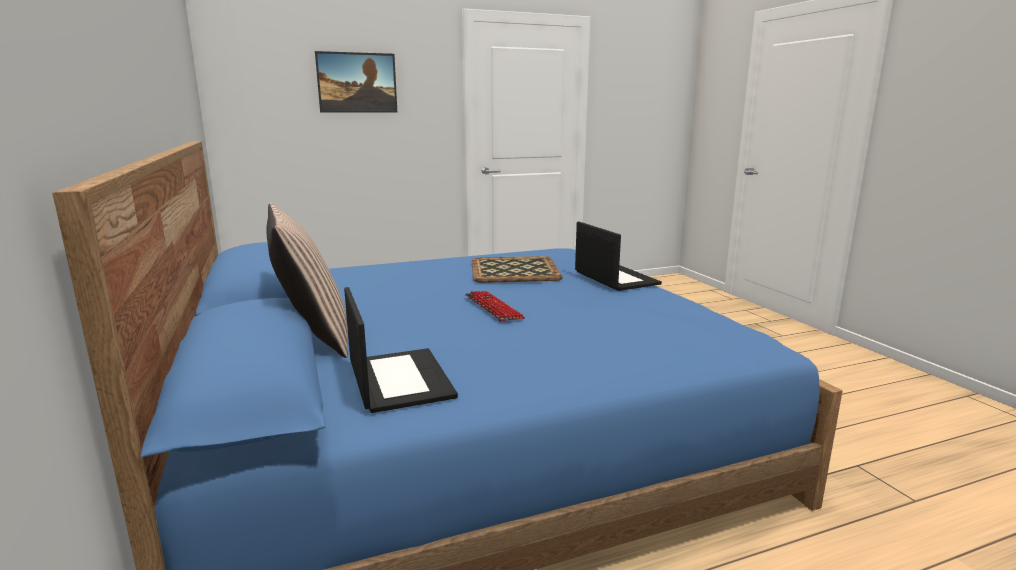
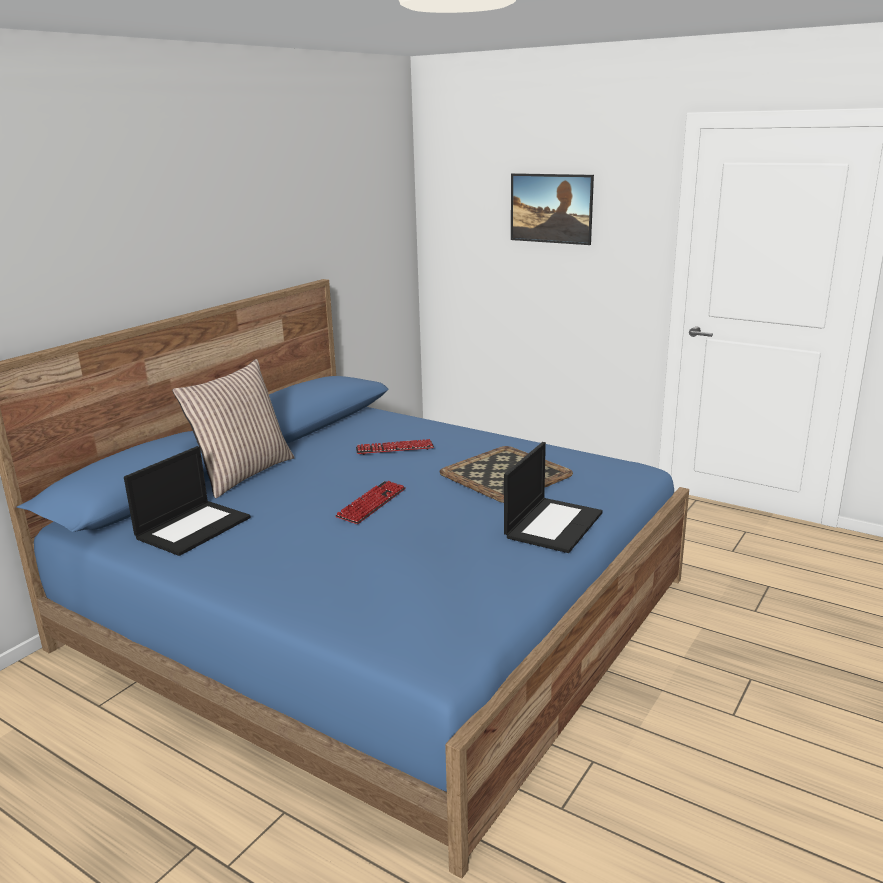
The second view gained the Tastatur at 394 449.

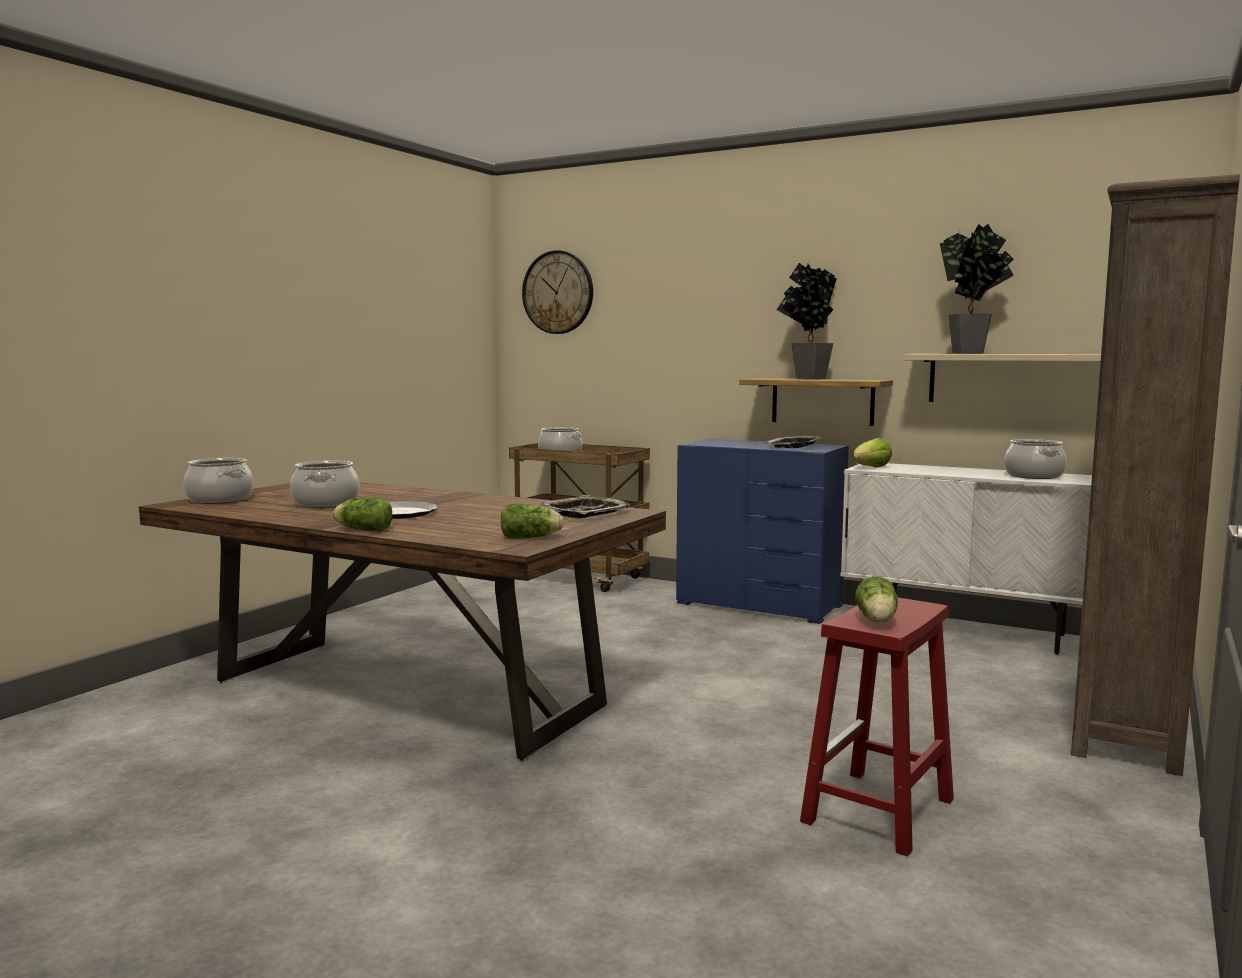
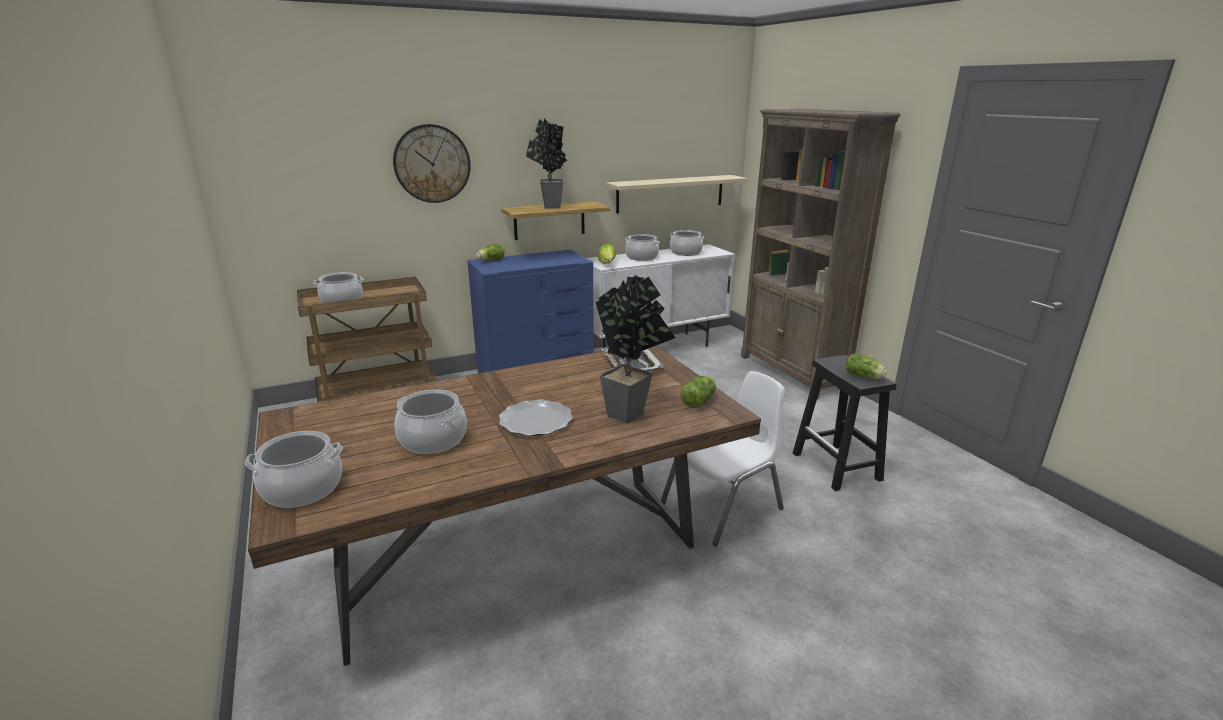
The Wanduhr ended up elsewhere, having gone from 558 292 to 432 164.
The Salatkopf ended up elsewhere, having gone from 362 529 to 490 260.
The Topfpflanze ended up elsewhere, having gone from 973 353 to 631 413.
The second view gained the Kochtopf at 641 257.
The second view gained the Stuhl [weiß] at 723 507.
What was the Hocker [rot] at 878 812 turned into the Hocker [schwarz] at 837 467.
The second view lost the Tablett at 795 446.

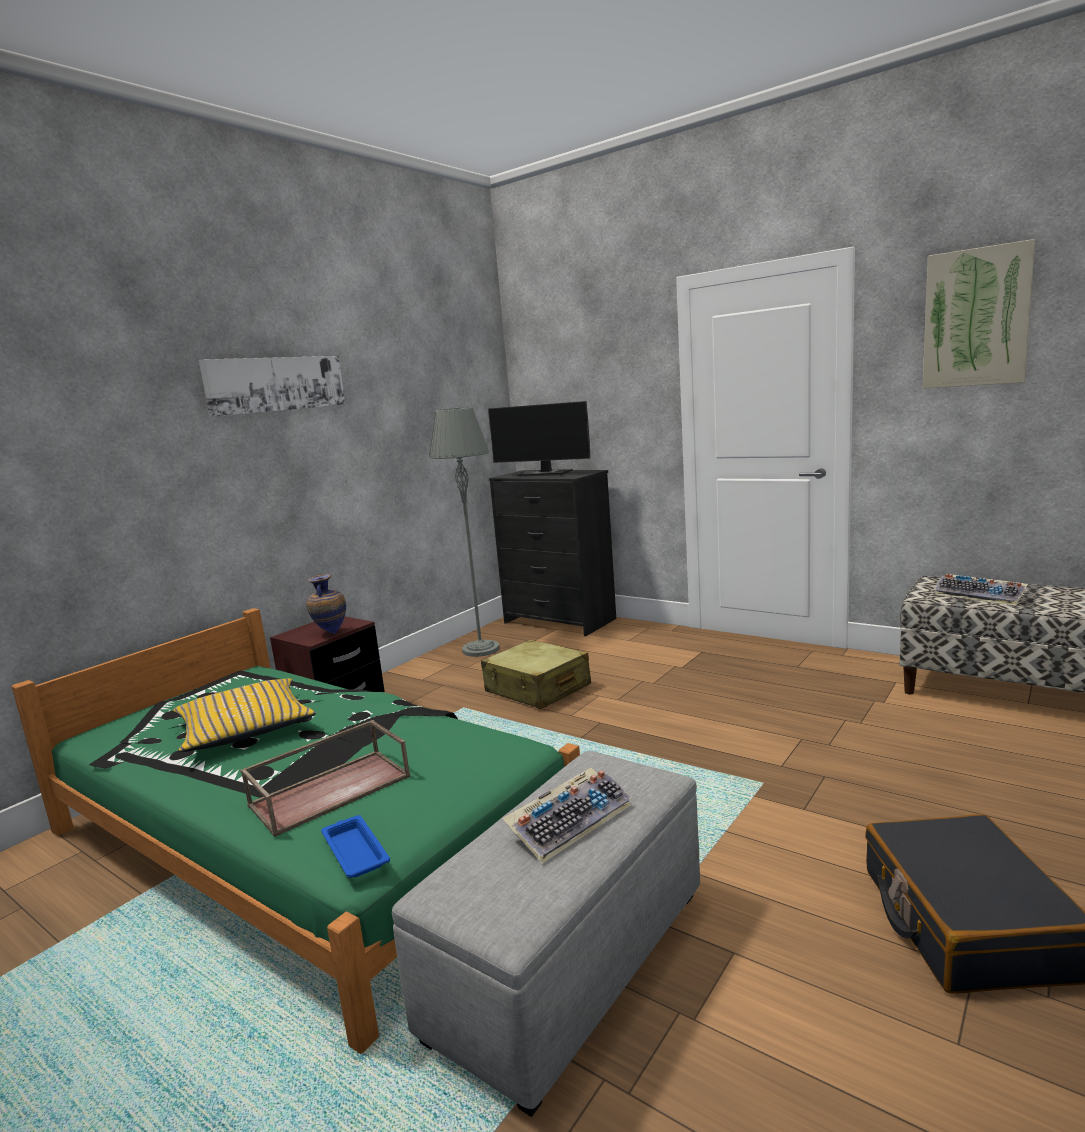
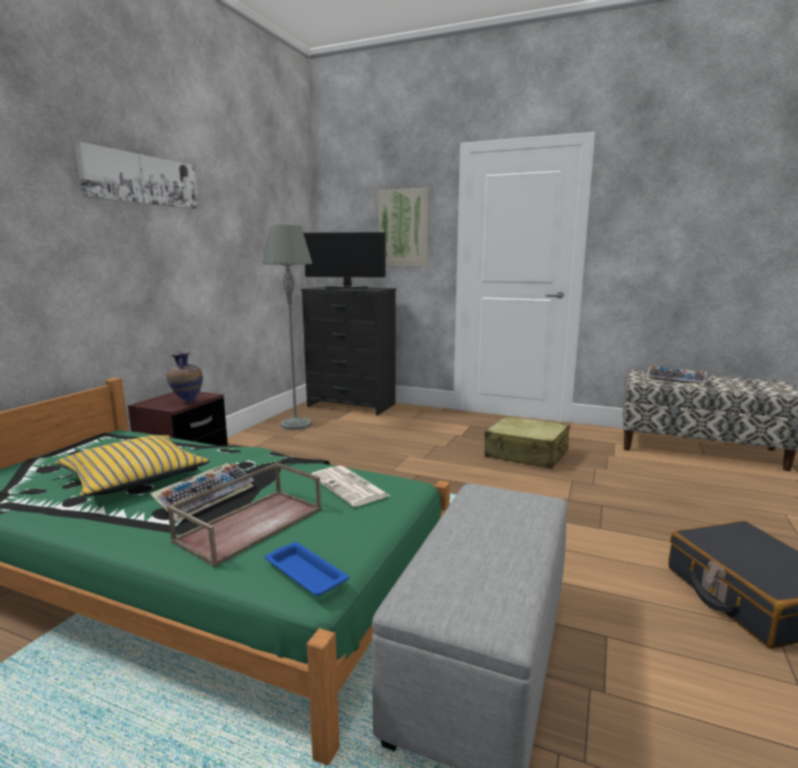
The Tastatur ended up elsewhere, having gone from 570 821 to 206 497.
The second view gained the Zeitung at 350 487.
The Bild ended up elsewhere, having gone from 976 318 to 403 228.
The Koffer [beige] ended up elsewhere, having gone from 537 689 to 526 454.

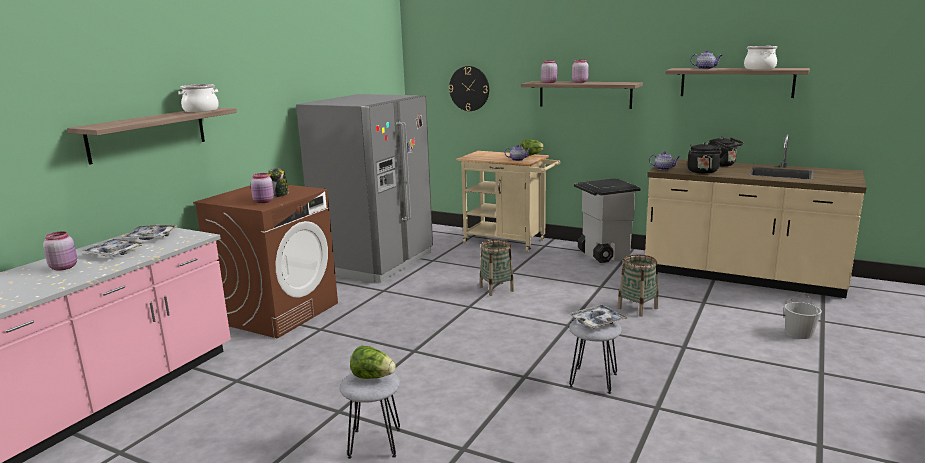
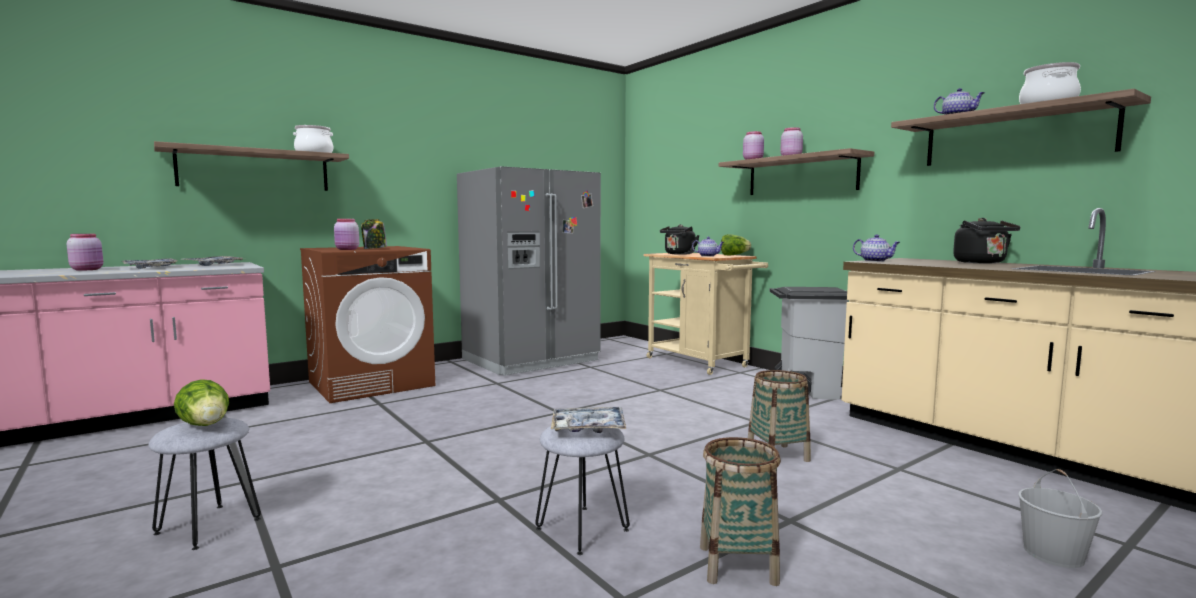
The Wasserkessel [schwarz] ended up elsewhere, having gone from 703 172 to 679 254.
The Korb ended up elsewhere, having gone from 496 289 to 738 565.
The second view lost the Wanduhr at 469 88.

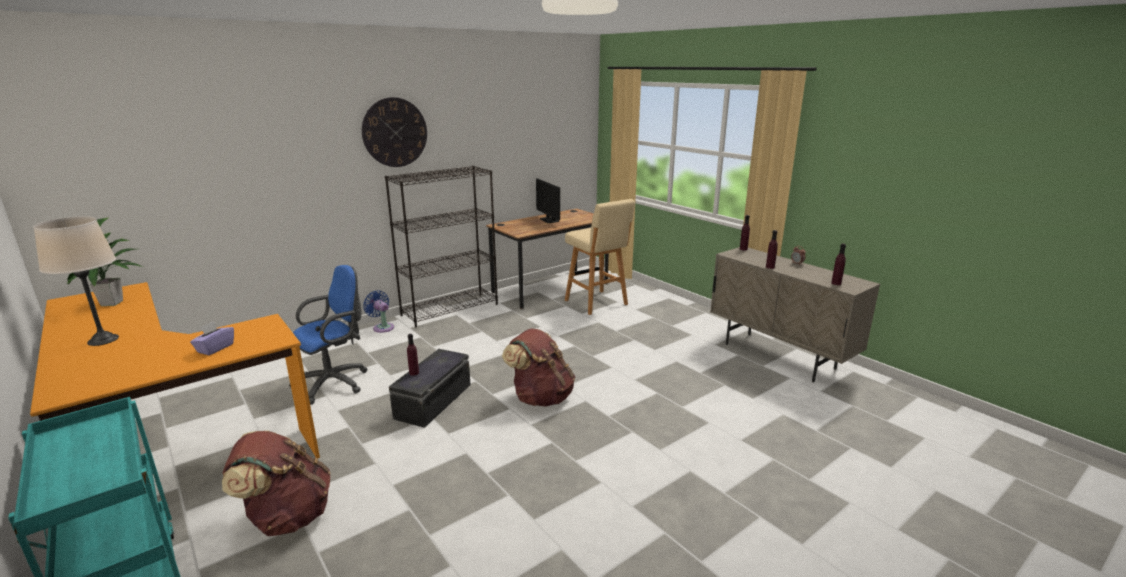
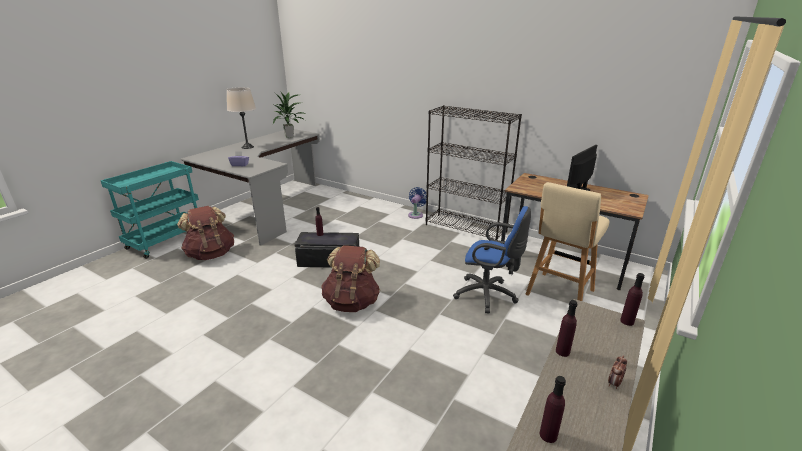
What was the Schreibtisch [orange] at 167 445 turned into the Schreibtisch [grau] at 265 208.
The Bürostuhl [blau] ended up elsewhere, having gone from 335 382 to 488 295.
The second view lost the Wanduhr at 395 132.

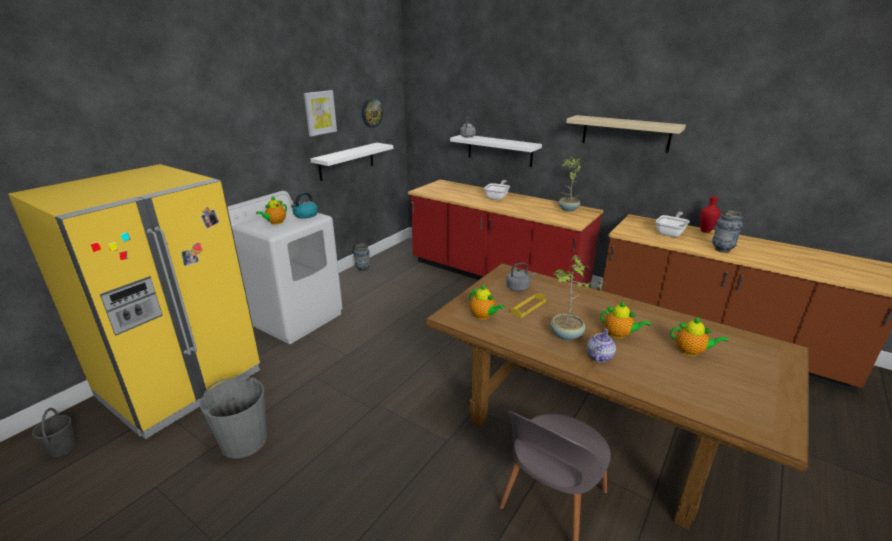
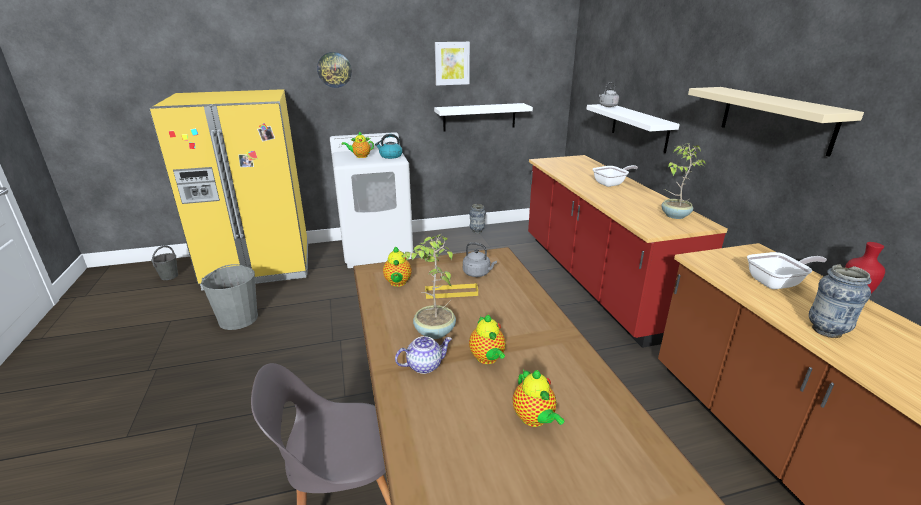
The Wanduhr ended up elsewhere, having gone from 371 112 to 334 69.

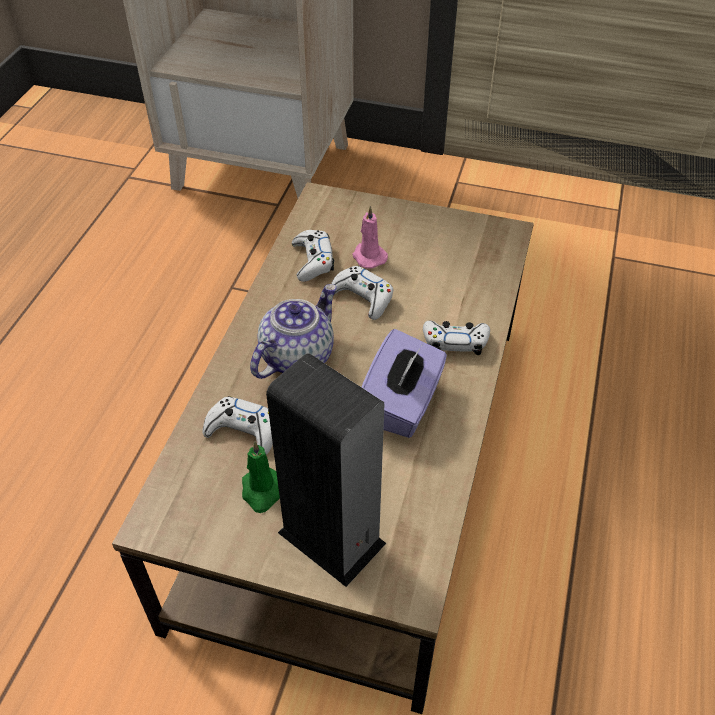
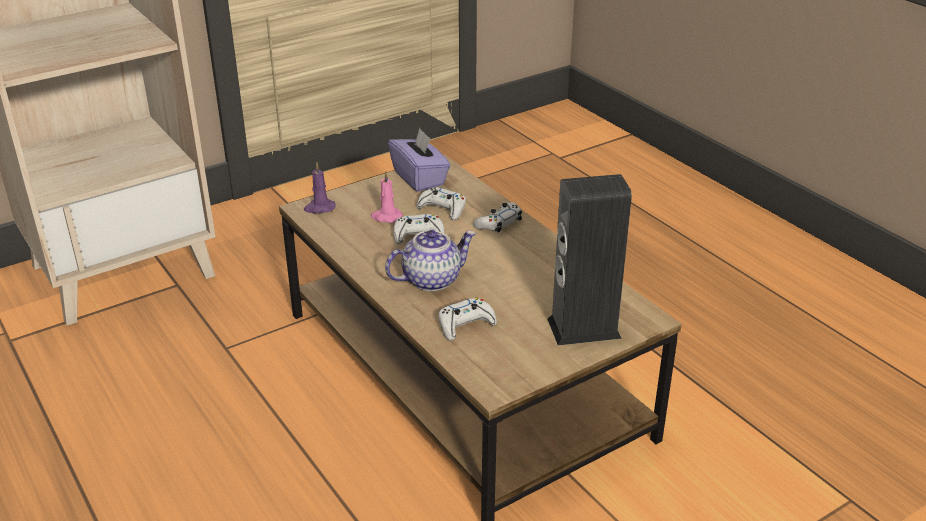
The second view gained the Kerze [lila] at 319 208.
The Teekanne at 296 356 ended up facing another way, 75 degrees clockwise from before.
The Taschentuchbox [lila] ended up elsewhere, having gone from 402 404 to 420 178.
The Gamepad [weiß] ended up elsewhere, having gone from 313 261 to 442 209.
The second view lost the Kerze [grün] at 262 491.

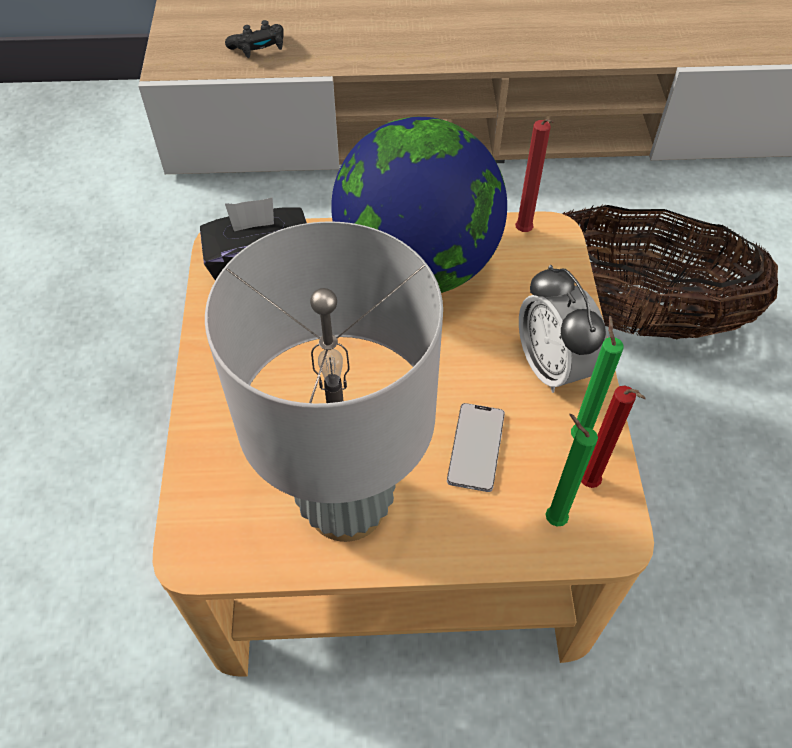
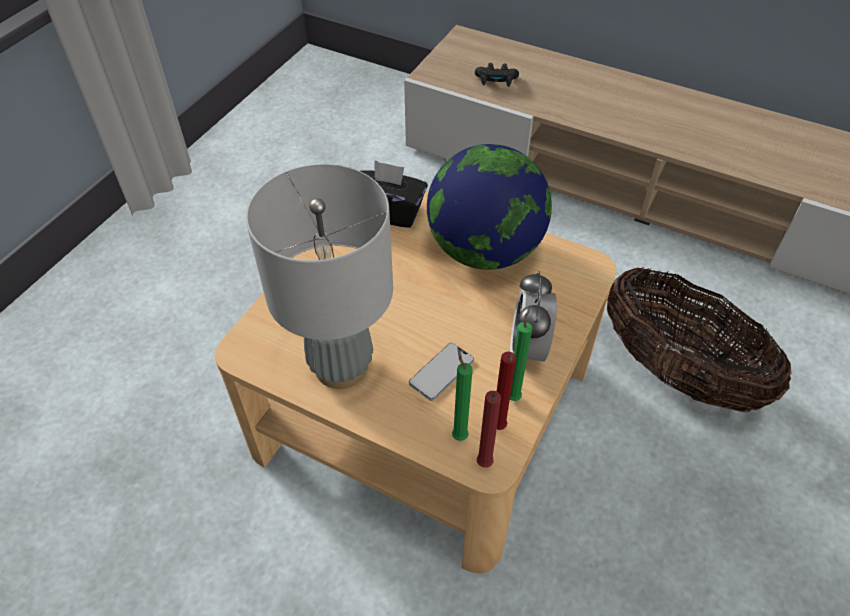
The Kerze [rot] ended up elsewhere, having gone from 524 233 to 484 466.

